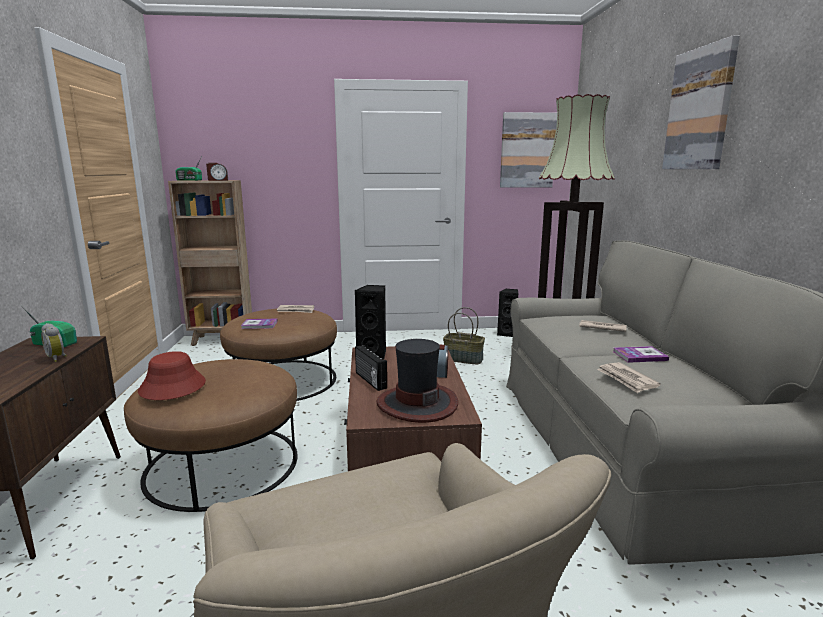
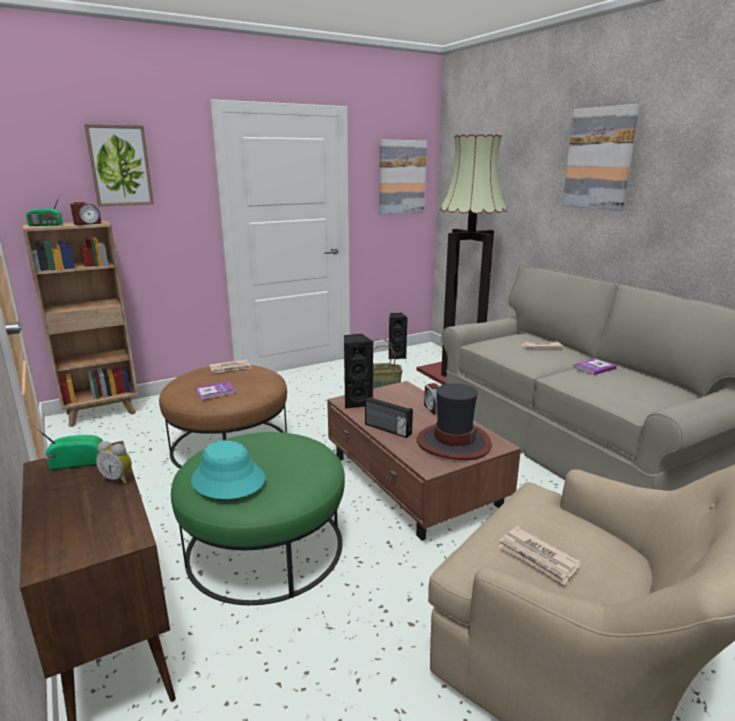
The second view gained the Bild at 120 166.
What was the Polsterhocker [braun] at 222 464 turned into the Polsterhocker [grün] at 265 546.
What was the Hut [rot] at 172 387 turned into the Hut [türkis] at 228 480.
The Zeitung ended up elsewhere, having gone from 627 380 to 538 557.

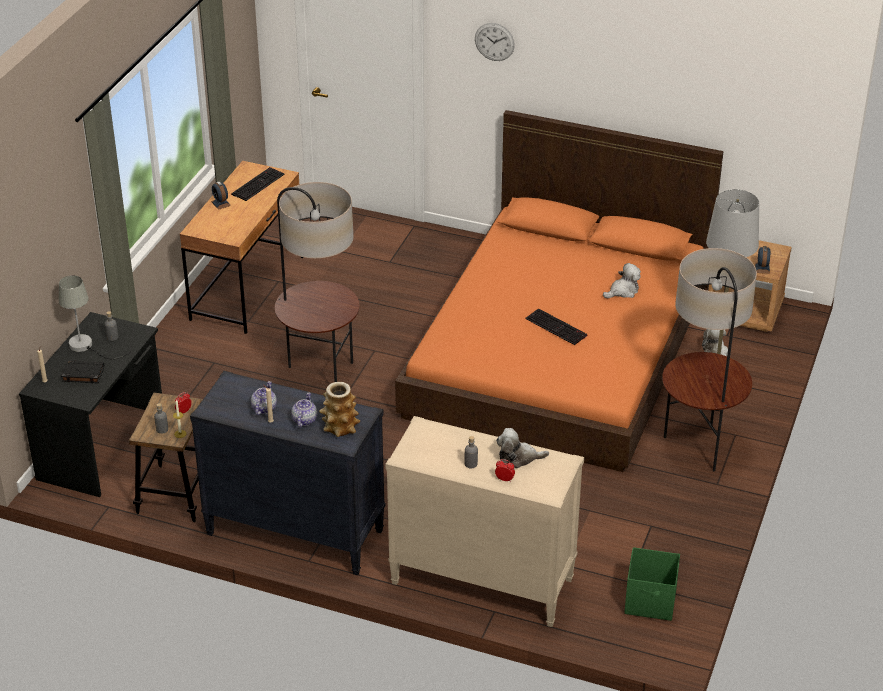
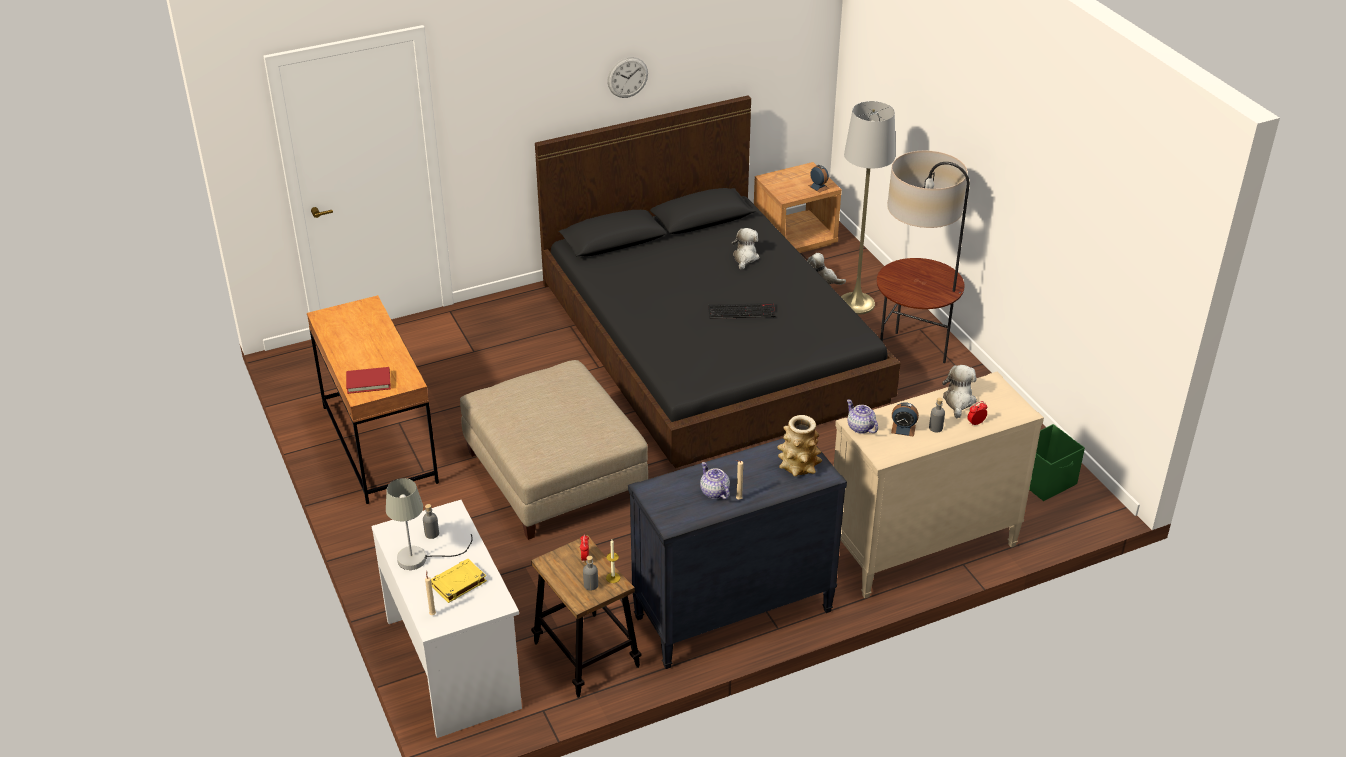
The second view gained the Buch [rot] at 368 382.
What was the Schreibtisch [schwarz] at 103 445 turned into the Schreibtisch [weiß] at 454 663.
What was the Buch [schwarz] at 82 374 turned into the Buch [gelb] at 458 583.
Where the Stehlampe stood at 320 373, the Polsterhocker [beige] came to stand at 554 474.
What was the Bett [orange] at 560 348 turned into the Bett [schwarz] at 710 340.
The Wanduhr ended up elsewhere, having gone from 494 41 to 627 77.
The Teekanne ended up elsewhere, having gone from 304 420 to 860 427.
The Wecker ended up elsewhere, having gone from 220 203 to 903 429.
The Plüschtier at 518 458 ended up facing another way, 150 degrees clockwise from before.
The second view lost the Tastatur at 257 184.

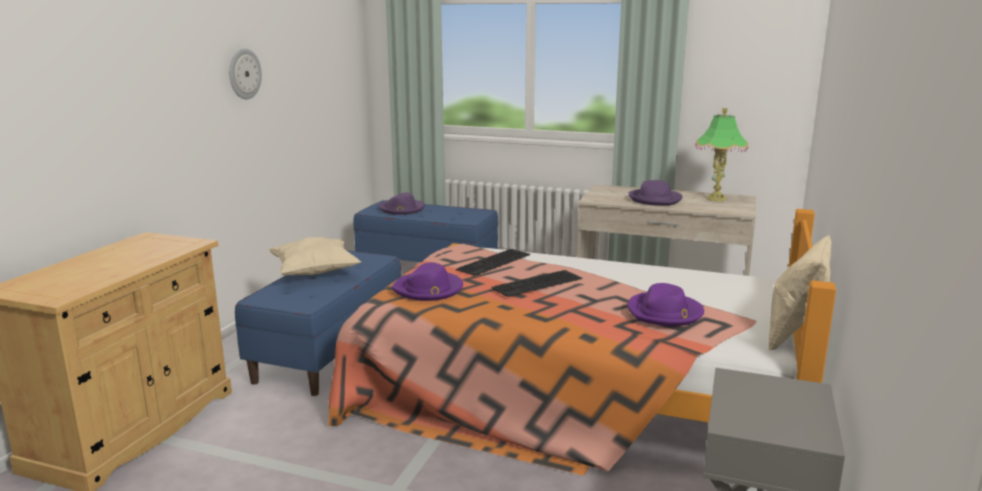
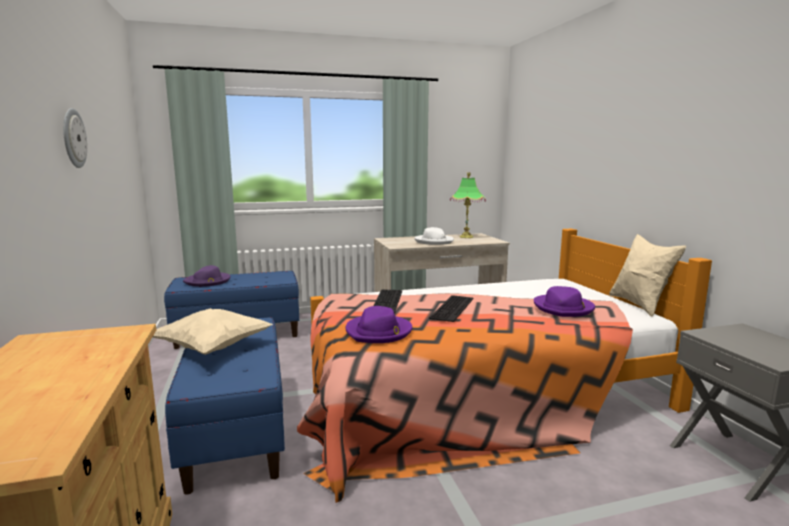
What was the Hut [lila] at 655 199 turned into the Hut [weiß] at 434 241.

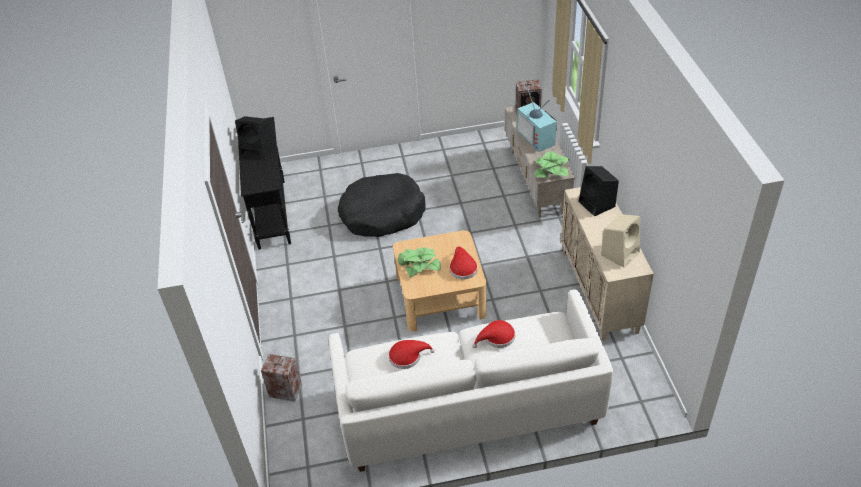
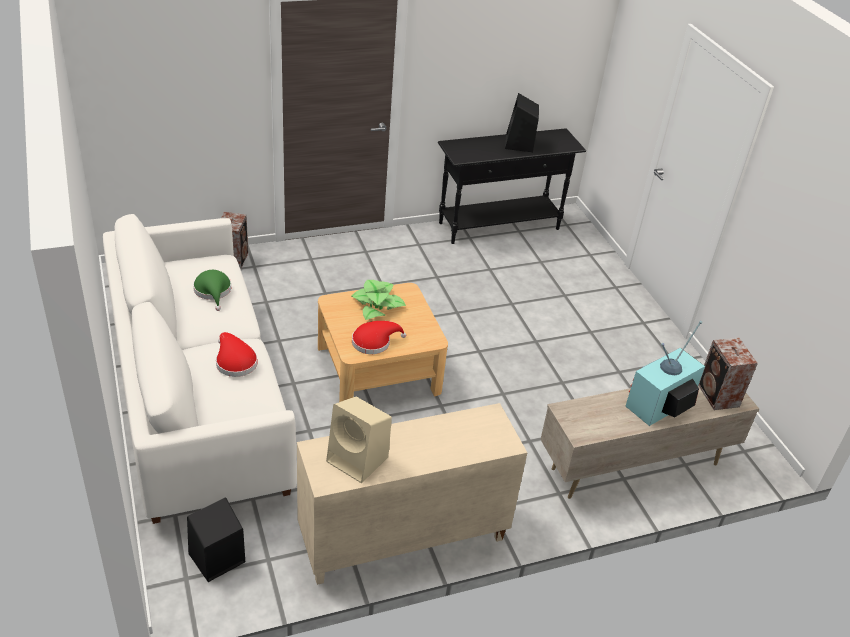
The Lautsprecher [schwarz] ended up elsewhere, having gone from 597 204 to 215 559.
What was the Hut [rot] at 407 356 turned into the Hut [grün] at 213 291.
The second view lost the Hundebett [schwarz] at 382 214.
The second view lost the Topfpflanze at 551 170.

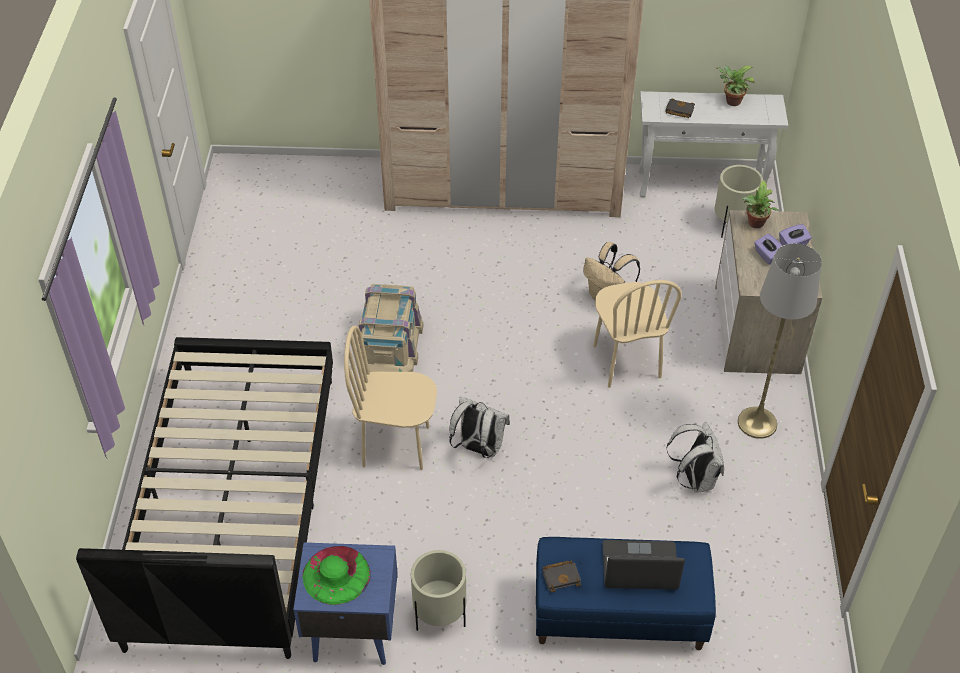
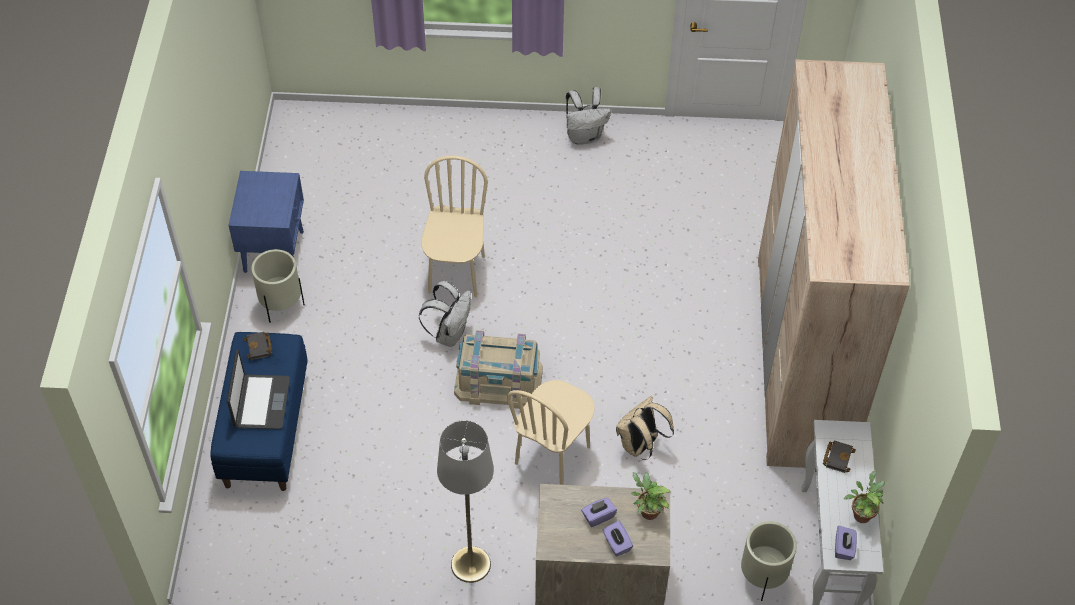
The Aufbewahrungsbox [beige] ended up elsewhere, having gone from 390 343 to 498 381.
The Stuhl [beige] at 626 362 ended up facing another way, 45 degrees counterclockwise from before.
The Rucksack [weiß] ended up elsewhere, having gone from 695 479 to 585 136.
The second view gained the Taschentuchbox [lila] at 843 548.
The second view lost the Bett [schwarz] at 234 506.
The second view lost the Hut [grün] at 336 575.

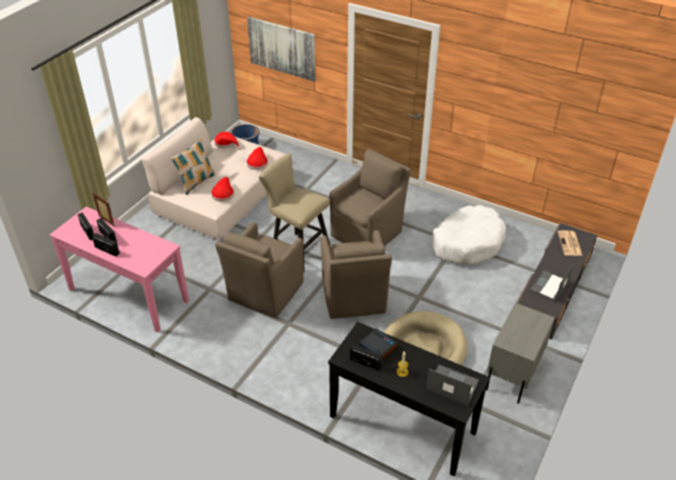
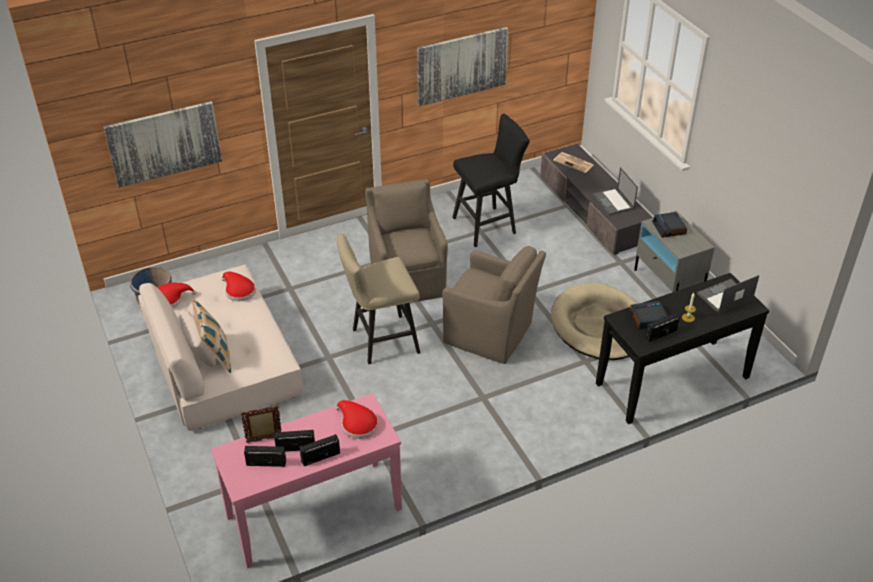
The Hut [rot] ended up elsewhere, having gone from 223 194 to 357 424.
The second view gained the Bild at 461 65.
Where the Hundebett [weiß] stood at 467 243, the Hocker [schwarz] came to stand at 488 225.
The second view gained the Wecker at 669 228.
The second view lost the Sessel [braun] at 264 293.

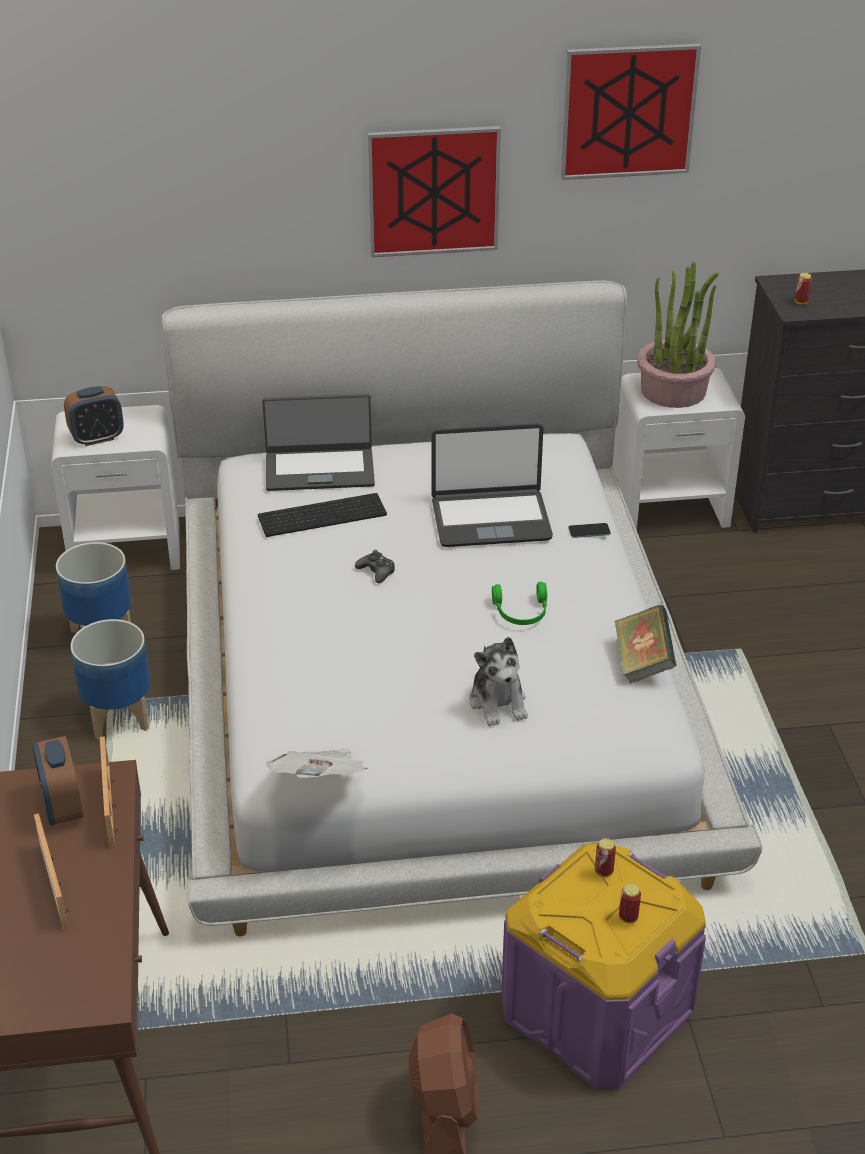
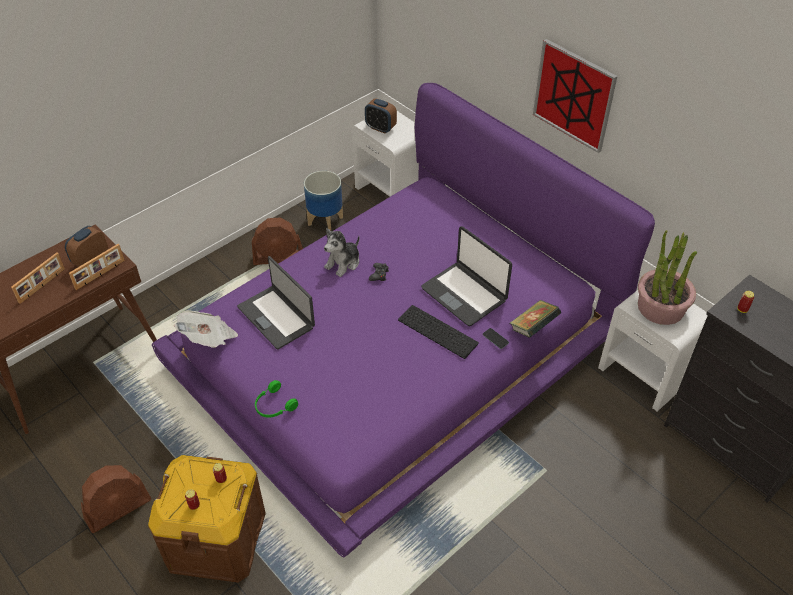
What was the Aufbewahrungsbox [lila] at 596 1011 turned into the Aufbewahrungsbox [braun] at 216 538.
What was the Bett [weiß] at 432 683 turned into the Bett [lila] at 396 351.
The Laptop ended up elsewhere, having gone from 319 469 to 277 317.
Where the Pflanzkübel stood at 118 717, the Ventilator [braun] came to stand at 278 258.
The Kopfhörer [grün] ended up elsewhere, having gone from 521 613 to 274 406.
The Plüschtier ended up elsewhere, having gone from 498 702 to 343 263.
The Tastatur ended up elsewhere, having gone from 323 514 to 439 331.
The Buch ended up elsewhere, having gone from 642 662 to 533 327.
The second view lost the Bild at 628 111.

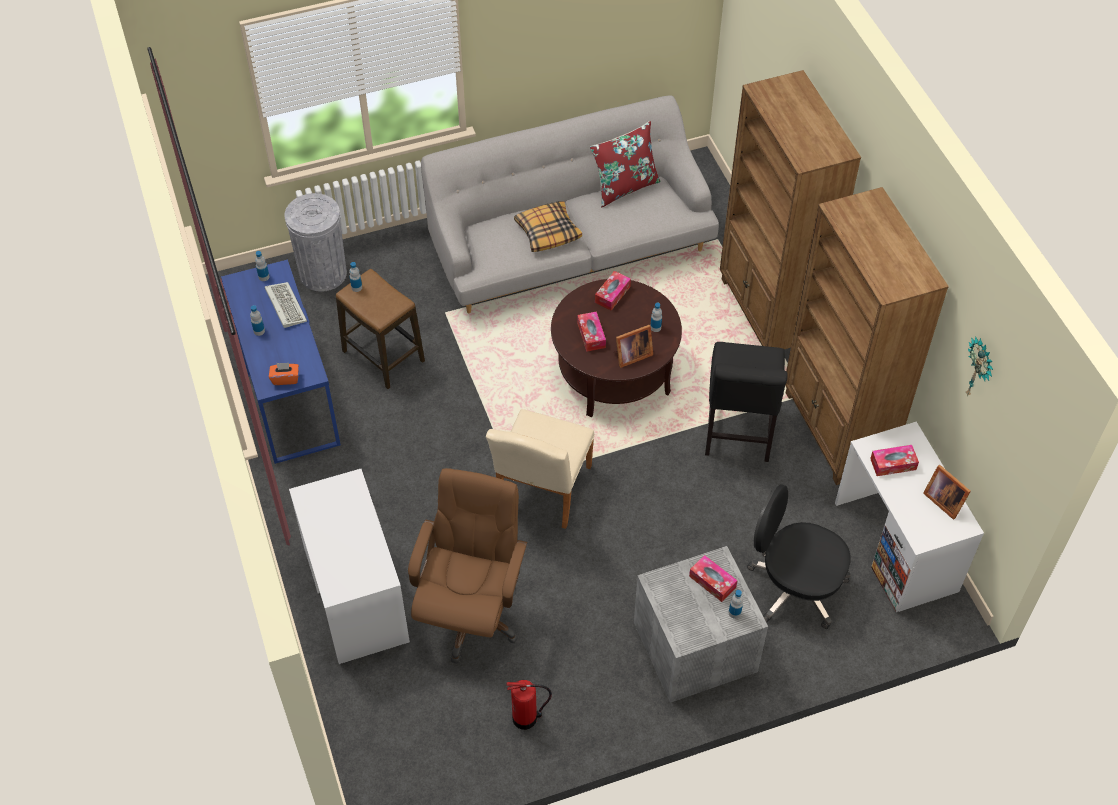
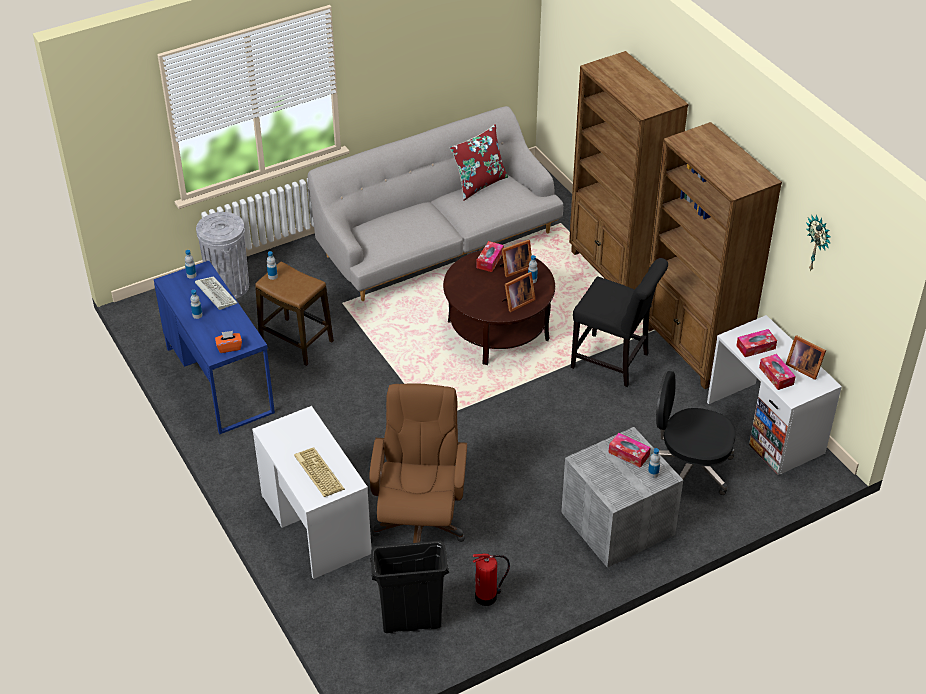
The second view gained the Tastatur at 317 473.
The second view gained the Mülleimer [schwarz] at 411 622.
The second view gained the Bilderrahmen at 514 269.
The Stuhl [schwarz] at 738 434 ended up facing another way, 60 degrees counterclockwise from before.
The Taschentuchbox ended up elsewhere, having gone from 591 335 to 776 376.
The second view lost the Stuhl [beige] at 541 492.
The second view lost the Kissen at 547 232.

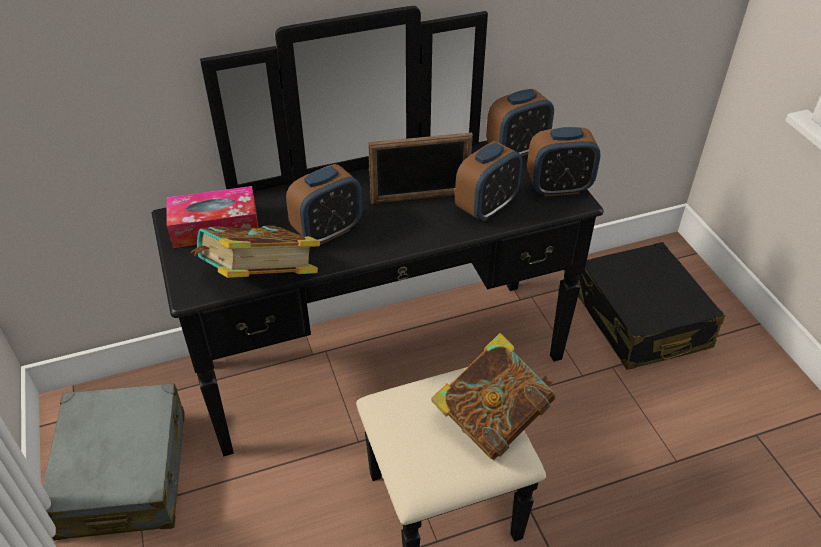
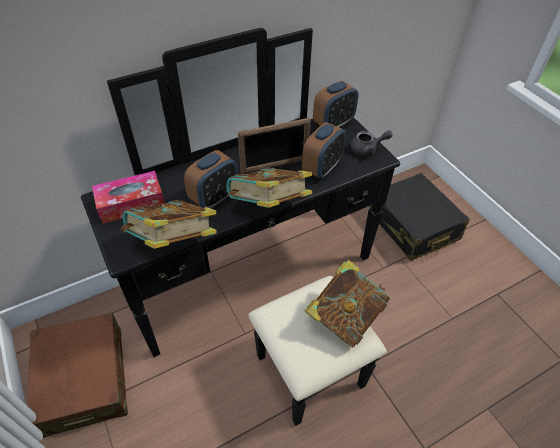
What was the Koffer [grau] at 124 473 turned into the Koffer [braun] at 85 380.
The second view gained the Buch at 269 206.
Where the Wecker stood at 558 188, the Teekanne [grau] came to stand at 367 149.

